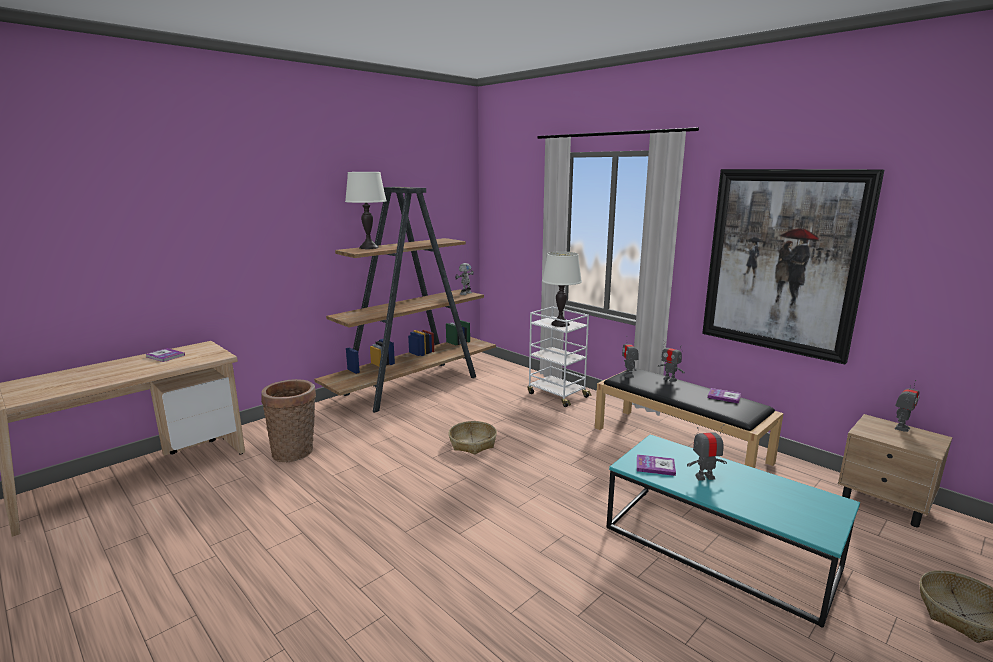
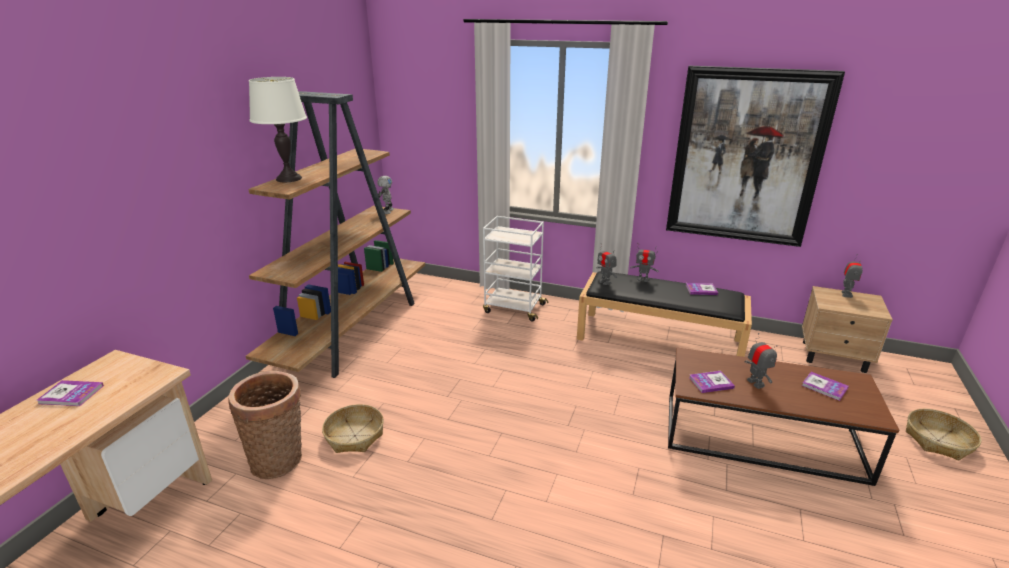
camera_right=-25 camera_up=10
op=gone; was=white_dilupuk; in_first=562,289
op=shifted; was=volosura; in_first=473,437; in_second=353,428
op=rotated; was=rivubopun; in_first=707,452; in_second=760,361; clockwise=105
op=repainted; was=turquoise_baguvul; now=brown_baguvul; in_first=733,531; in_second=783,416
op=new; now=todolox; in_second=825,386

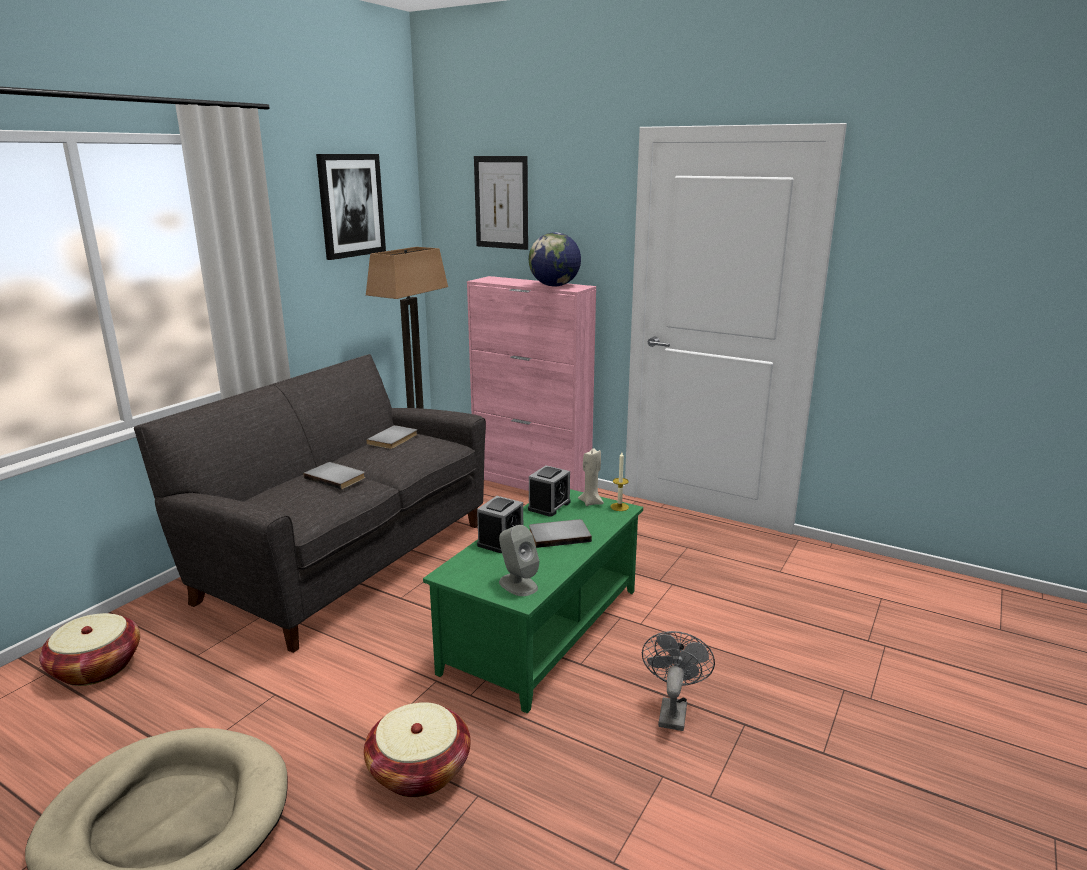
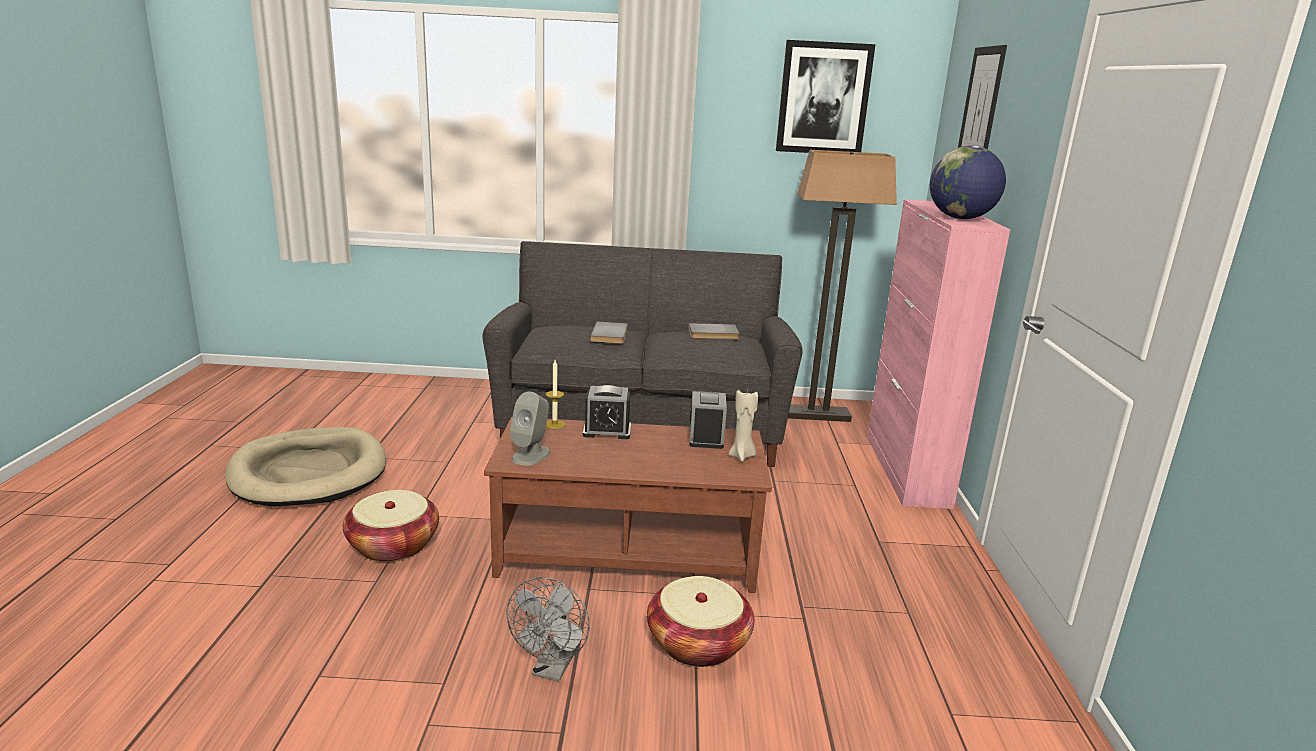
camera_right=60 camera_up=0
op=shifted; was=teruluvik; in_first=619,481; in_second=556,394
op=rotated; was=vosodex; in_first=549,491; in_second=708,420; clockwise=-90
op=repainted; was=green_baguvul; now=brown_baguvul; in_first=533,601; in_second=628,505
op=gone; was=grey_todolox; in_first=560,533
op=shifted; was=volosura; in_first=89,649; in_second=700,621
op=rotated; was=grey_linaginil; in_first=678,681; in_second=548,629; clockwise=120

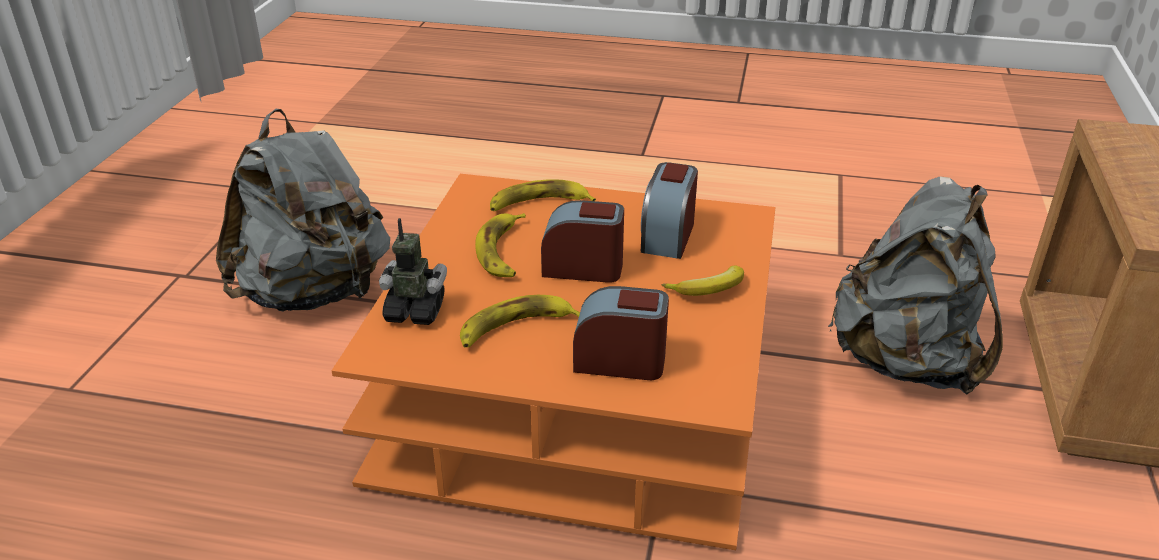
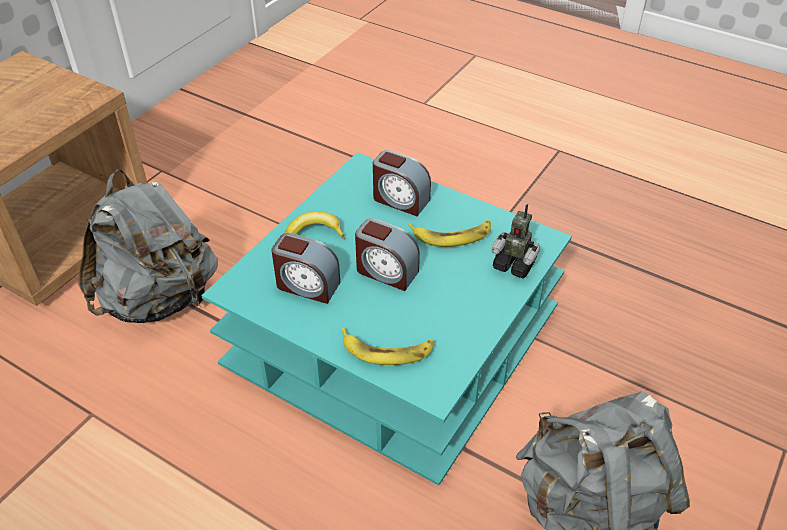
camera_right=-160 camera_up=10
op=rotated; was=vosodex; in_first=669,210; in_second=305,268; clockwise=75
op=repainted; was=orange_baguvul; now=turquoise_baguvul; in_first=554,362; in_second=386,319
op=gone; was=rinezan; in_first=500,245

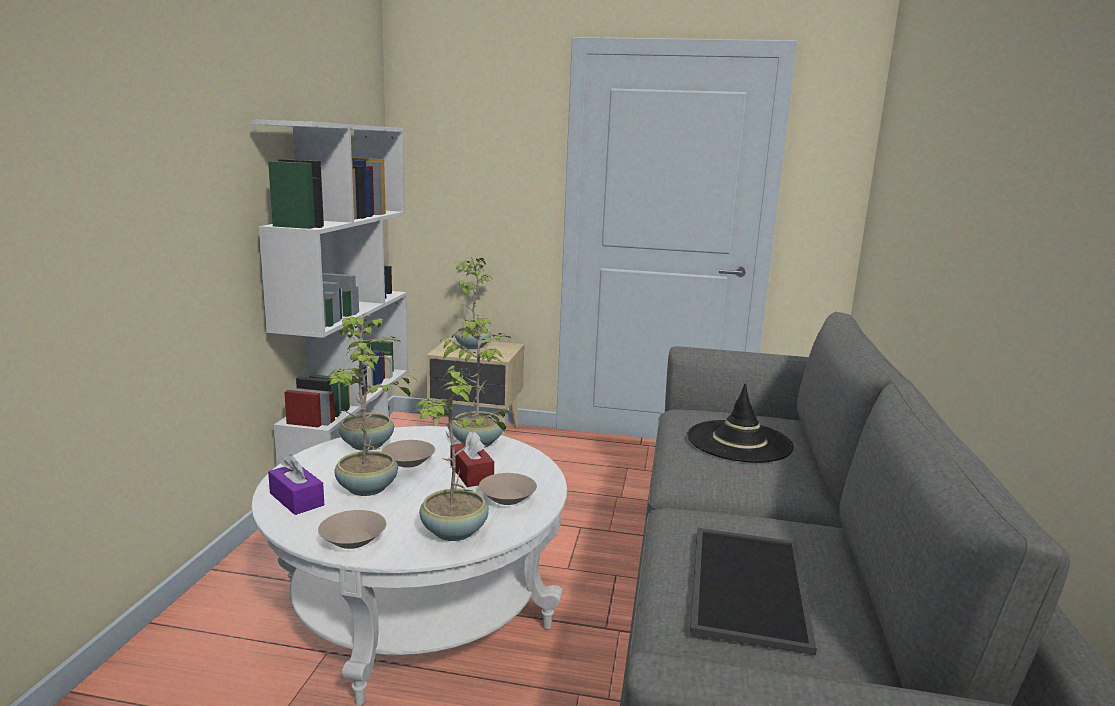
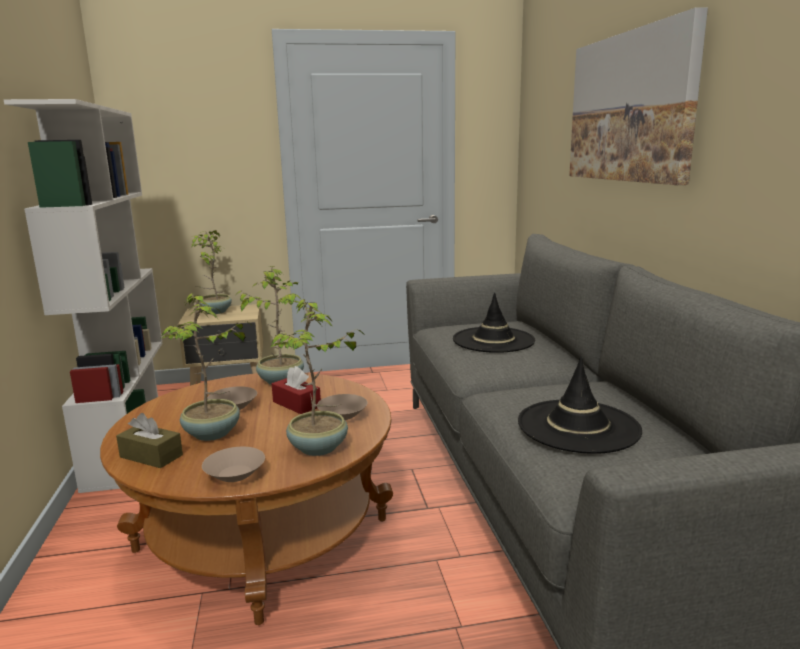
camera_right=-20 camera_up=0
op=gone; was=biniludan; in_first=370,382
op=repainted; was=white_baguvul; now=brown_baguvul; in_first=409,566; in_second=246,499
op=repainted; was=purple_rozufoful; now=brown_rozufoful; in_first=296,484; in_second=149,440
op=swapped; was=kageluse; now=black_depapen; in_first=753,591; in_second=580,405
op=new; now=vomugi; in_second=638,96

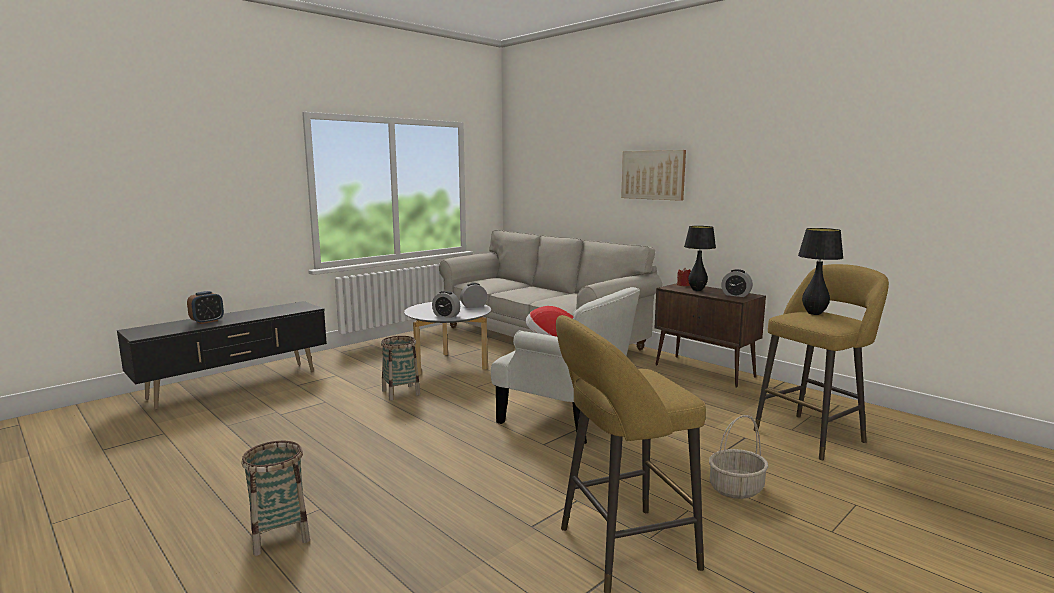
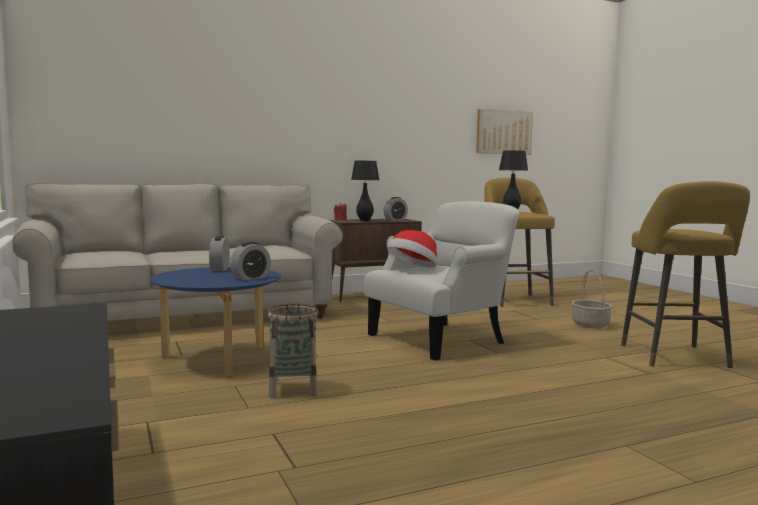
camera_right=-70 camera_up=-5
op=shifted; was=vomugi; in_first=653,175; in_second=504,132
op=gone; was=vosodex; in_first=205,307
op=repainted; was=grey_baguvul; now=blue_baguvul; in_first=447,338; in_second=215,322
op=gone; was=volosura; in_first=275,498

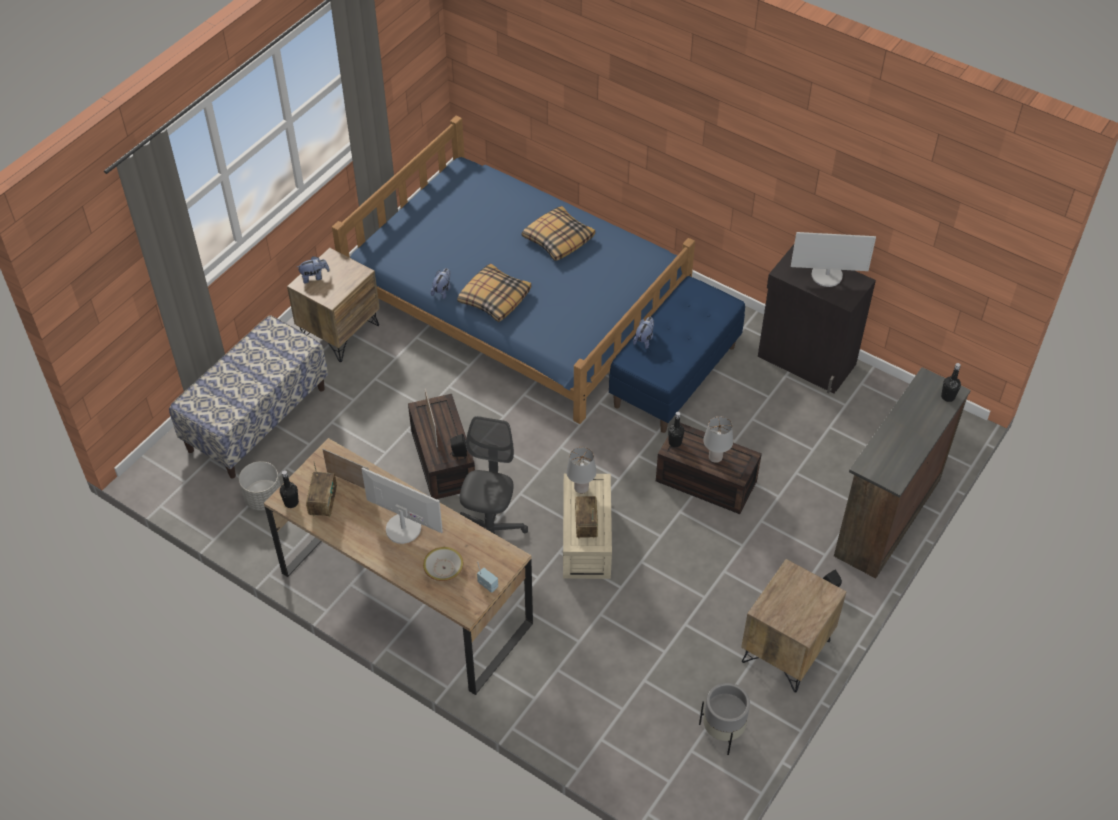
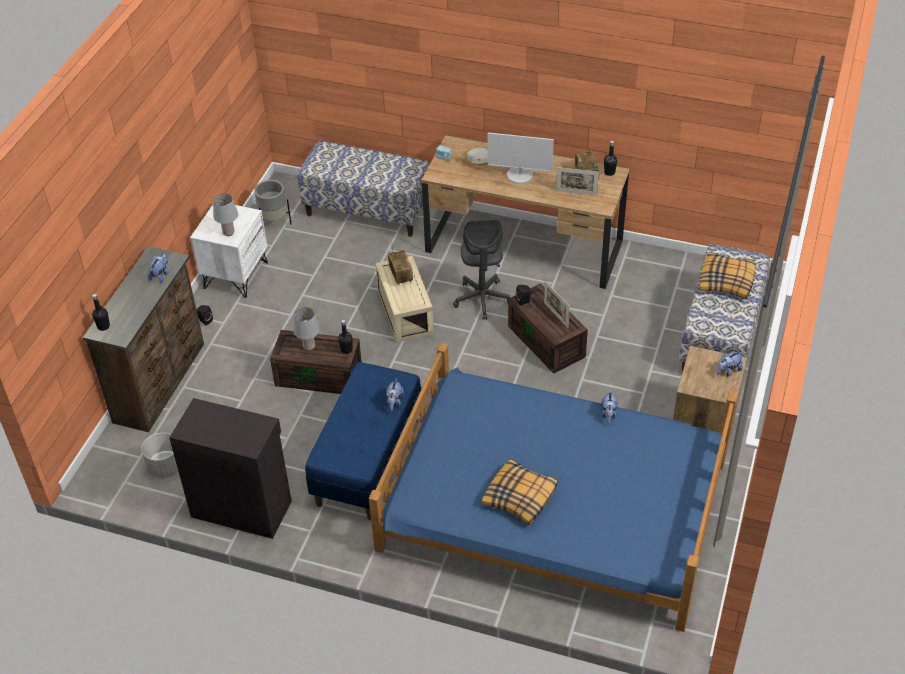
camera_right=165 camera_up=-5
op=gone; was=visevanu; in_first=833,259
op=shifted; was=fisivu; in_first=494,292; in_second=727,275
op=shifted; was=grey_dilupuk; in_first=581,470; in_second=225,214
op=shifted; was=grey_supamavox; in_first=260,486; in_second=160,455
op=repainted; was=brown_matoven; now=white_matoven; in_first=794,626; in_second=229,251
op=new; now=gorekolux; in_second=363,189
op=new; now=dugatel; in_second=158,268

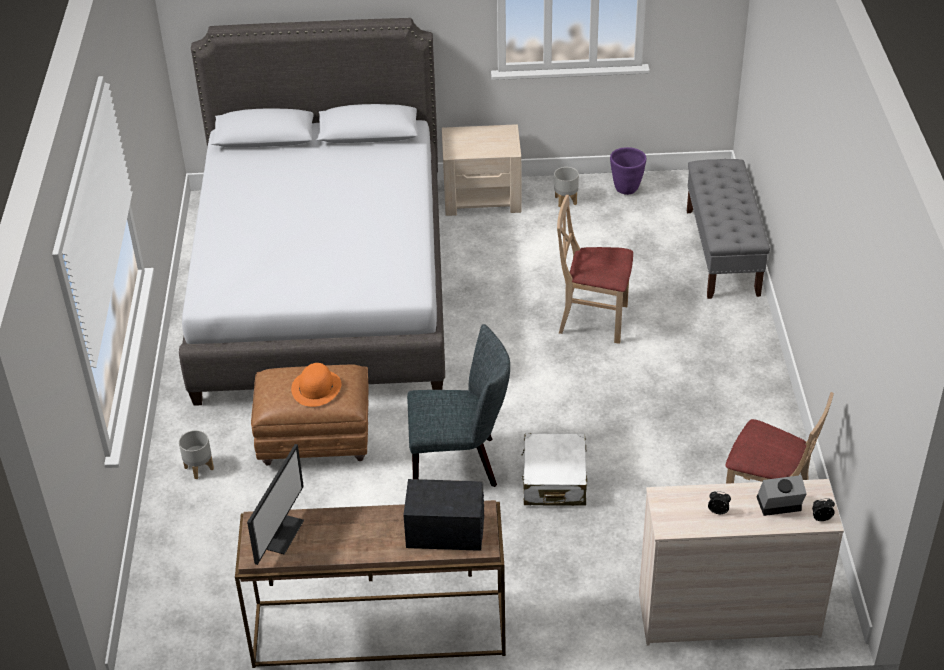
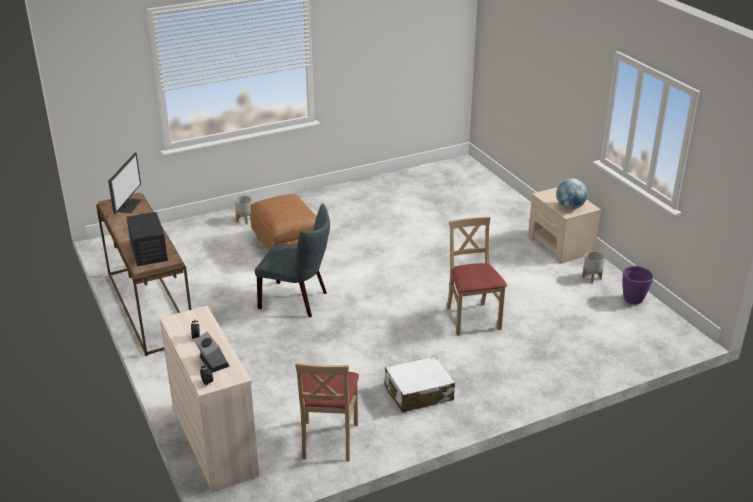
camera_right=65 camera_up=-10
op=gone; was=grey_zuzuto; in_first=312,212
op=gone; was=grey_gorekolux; in_first=728,229
op=rotated; was=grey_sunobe; in_first=458,405; in_second=292,260; clockwise=-45
op=gone; was=orange_depapen; in_first=316,385
op=shifted; was=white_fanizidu; in_first=554,469; in_second=419,384
op=rotated; was=visevanu; in_first=275,504; in_second=125,183; clockwise=-75
op=new; now=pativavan; in_second=572,193

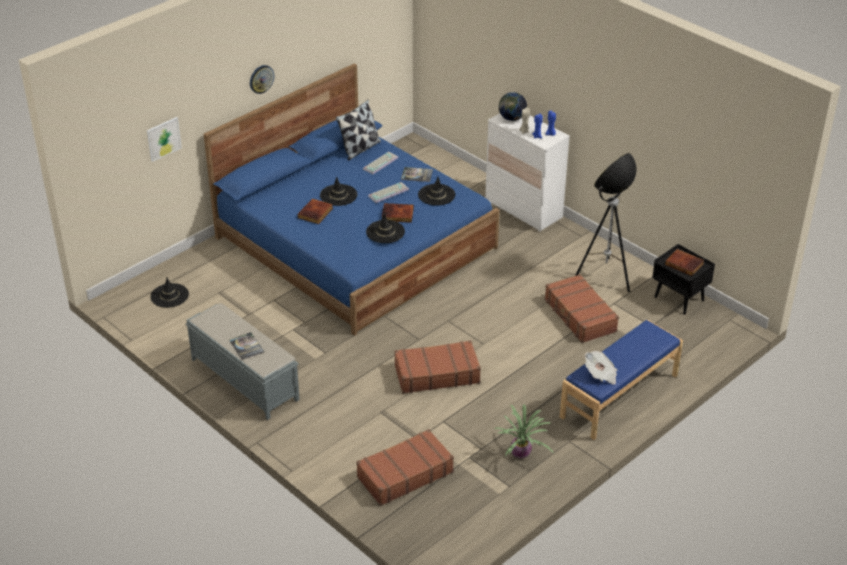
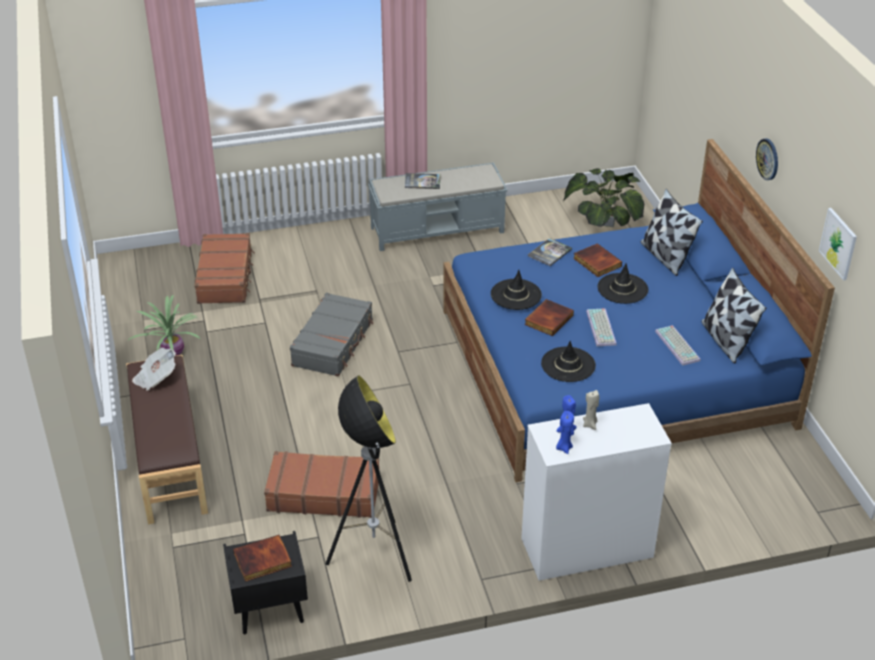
camera_right=120 camera_up=0
op=gone; was=pativavan; in_first=513,106
op=shifted; was=vomugi; in_first=164,139; in_second=838,244
op=shifted; was=todolox; in_first=417,174; in_second=550,252
op=swapped; was=black_depapen; now=biniludan; in_first=169,293; in_second=603,198
op=repainted; was=blue_gorekolux; now=brown_gorekolux; in_first=621,380; in_second=167,439
op=repainted; was=brown_fanizidu; now=grey_fanizidu; in_first=438,367; in_second=331,335
op=new; now=fisivu; in_second=672,232

